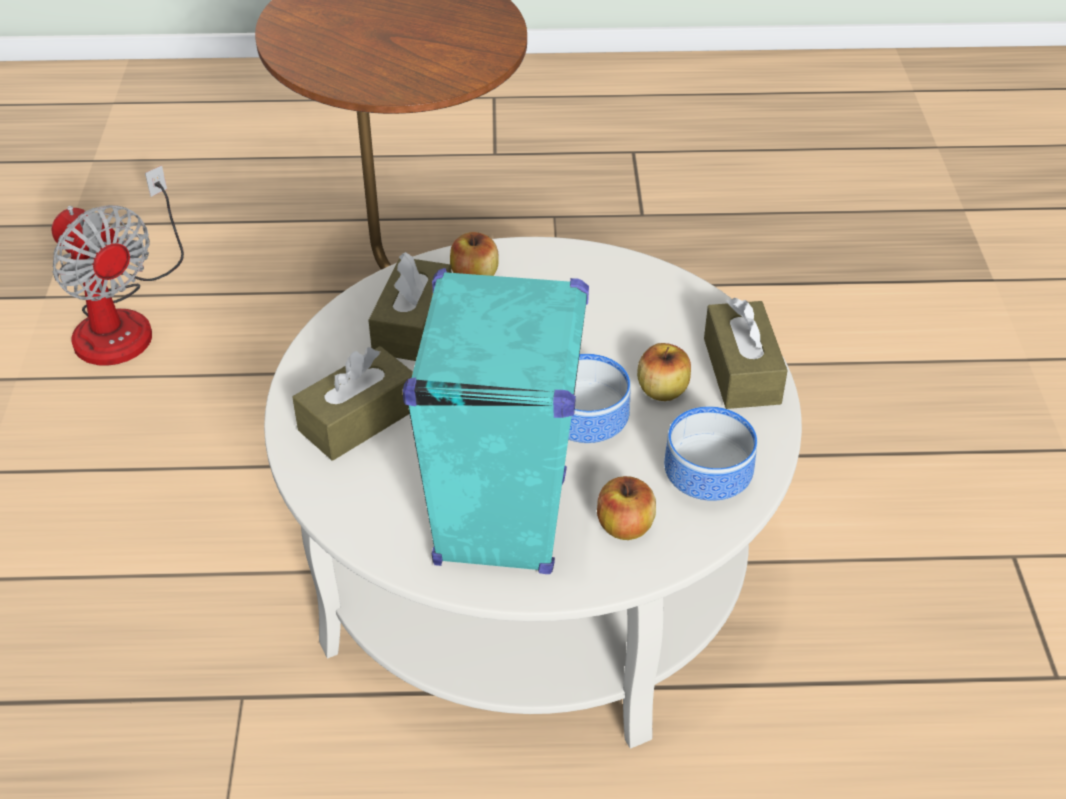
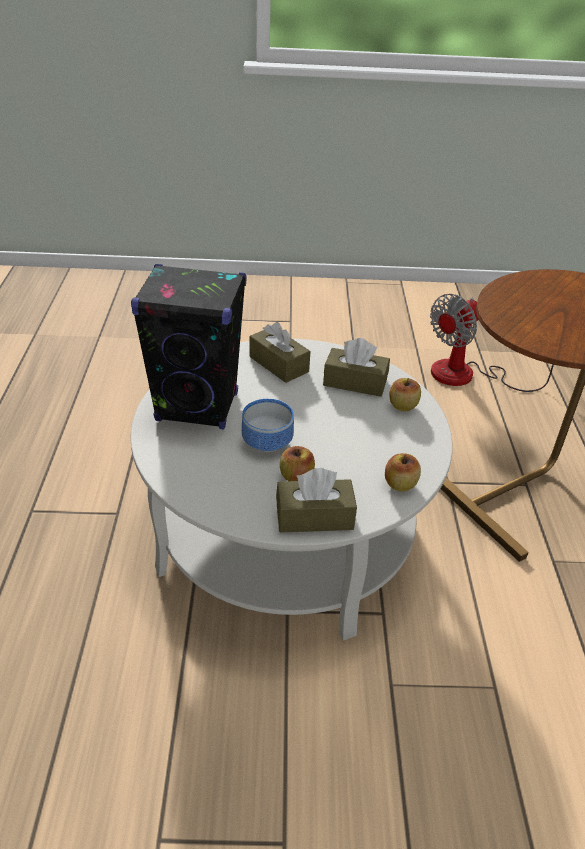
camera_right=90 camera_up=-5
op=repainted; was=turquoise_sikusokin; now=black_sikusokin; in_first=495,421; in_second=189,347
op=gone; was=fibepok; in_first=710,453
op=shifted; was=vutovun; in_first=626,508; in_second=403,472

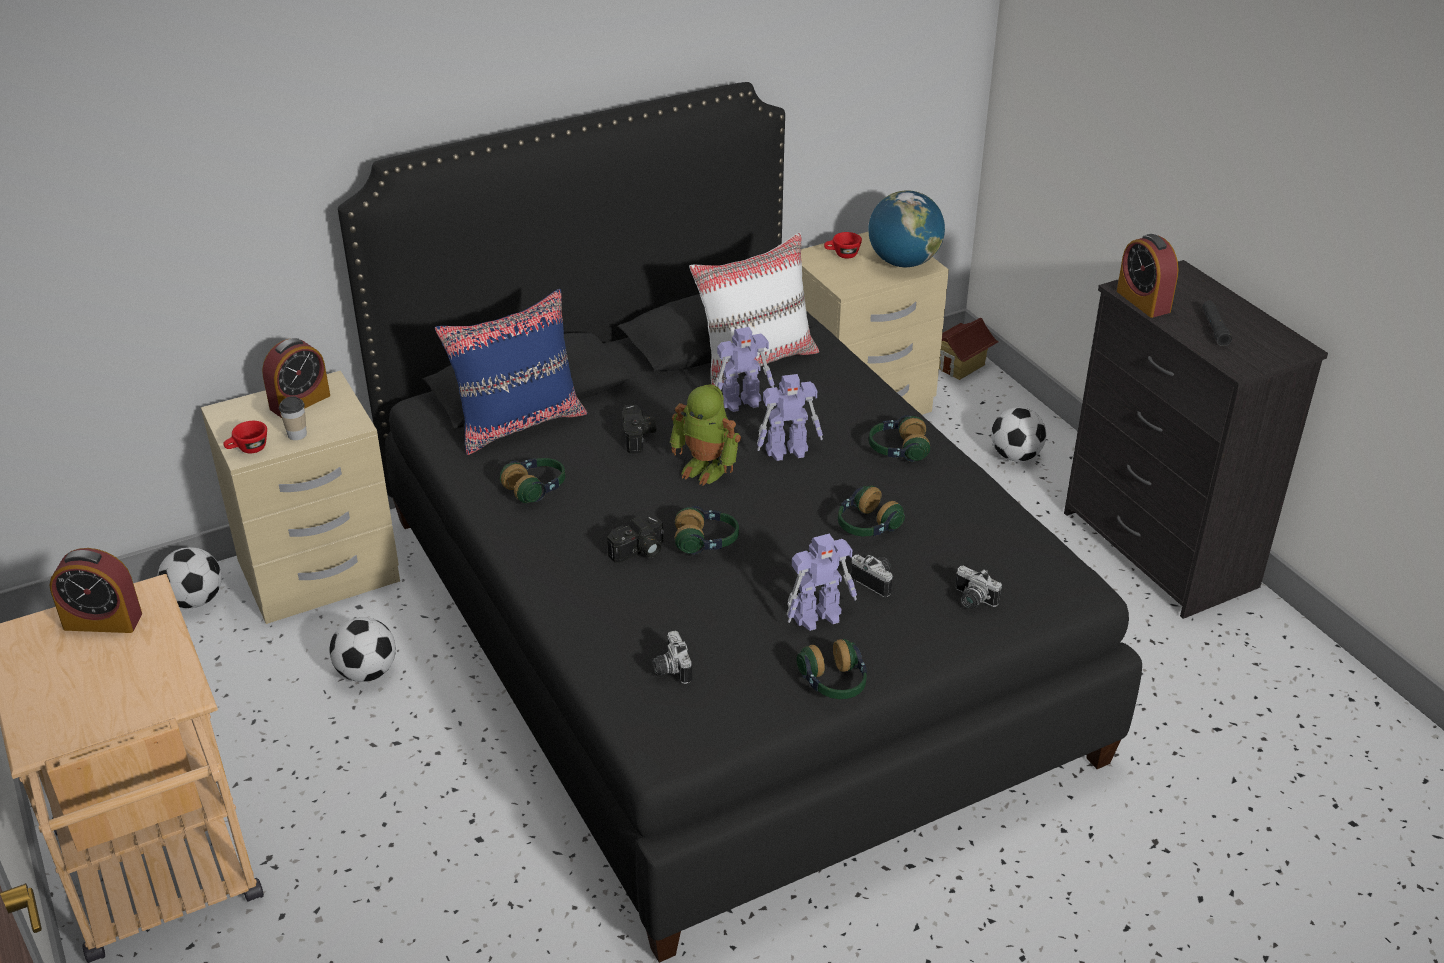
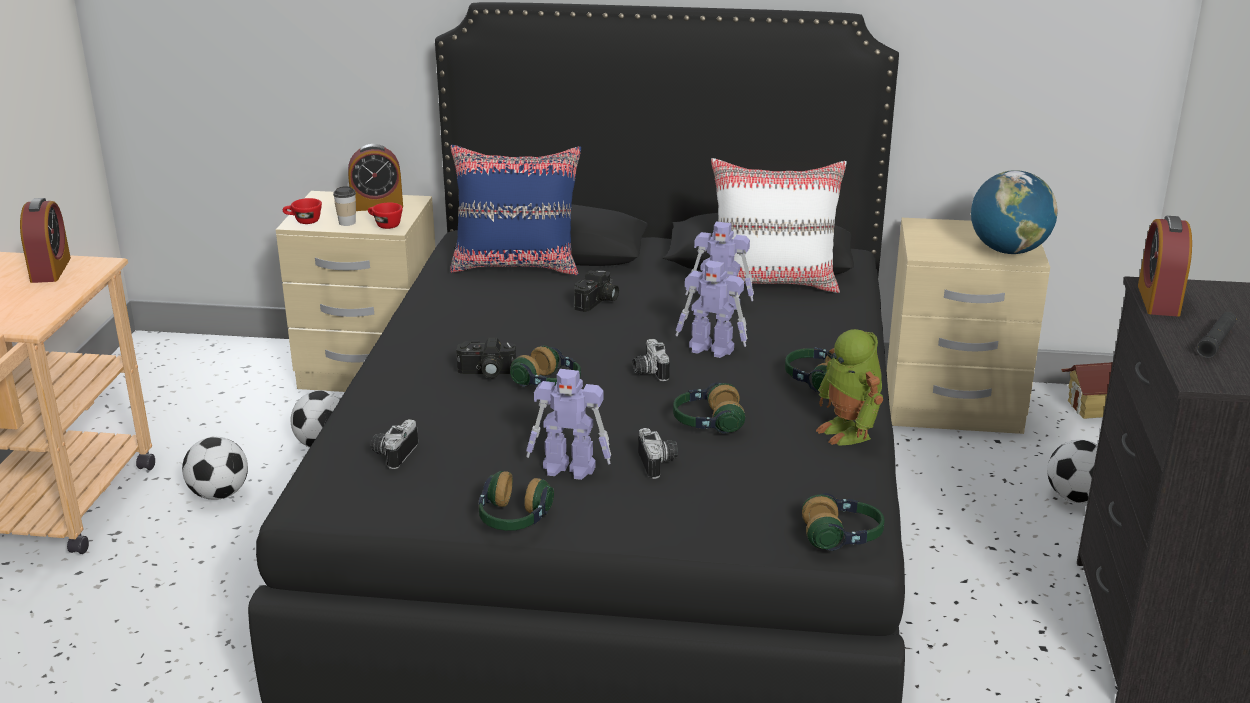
camera_right=35 camera_up=-10
op=shifted; was=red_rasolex; in_first=843,245; in_second=385,216
op=shifted; was=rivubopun; in_first=705,435; in_second=849,387
op=shifted; was=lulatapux; in_first=532,480; in_second=843,522
op=shifted; was=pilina; in_first=189,577; in_second=215,468
op=rotated; was=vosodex; in_first=96,590; in_second=45,240; clockwise=-135
op=shifted; was=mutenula; in_first=978,587; in_second=651,360

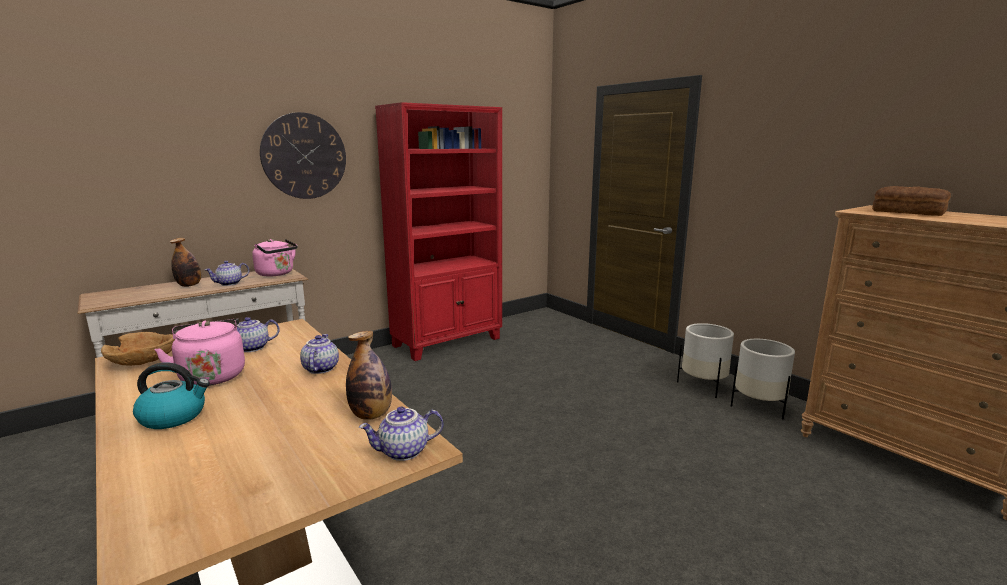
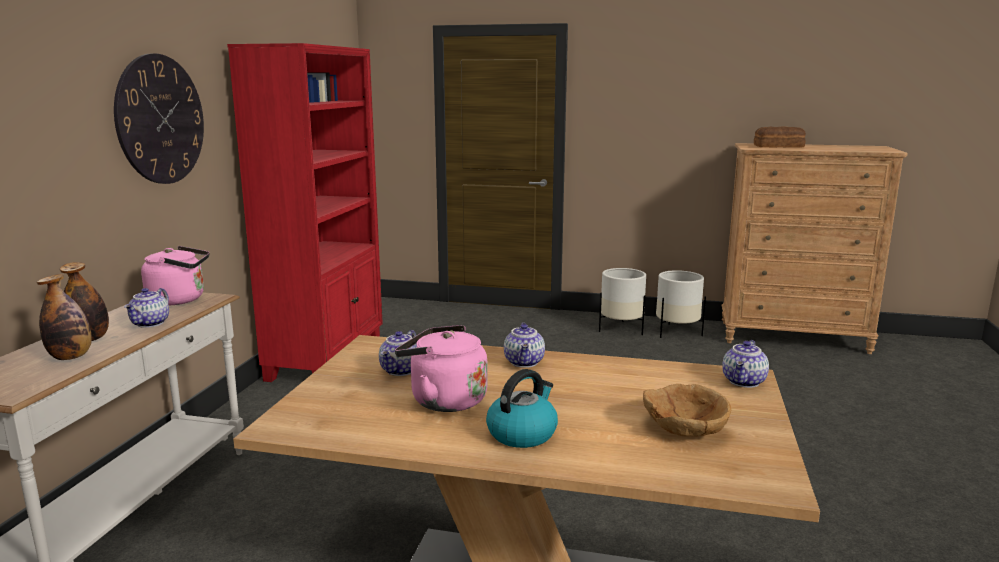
camera_right=-40 camera_up=0
op=shifted; was=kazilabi; in_first=369,375; in_second=64,317
op=shifted; was=brown_fibepok; in_first=138,349; in_second=687,410
op=rotated; was=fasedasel; in_first=319,354; in_second=524,345; clockwise=-135

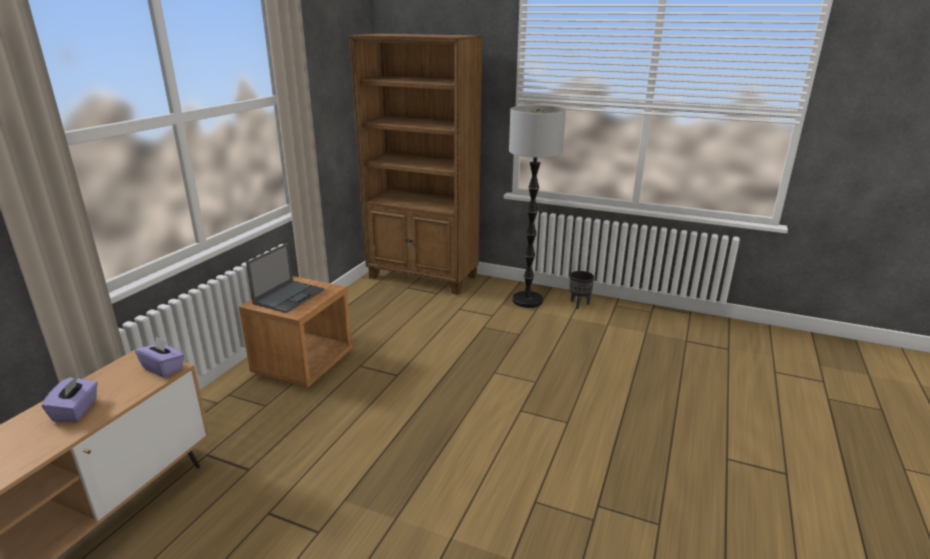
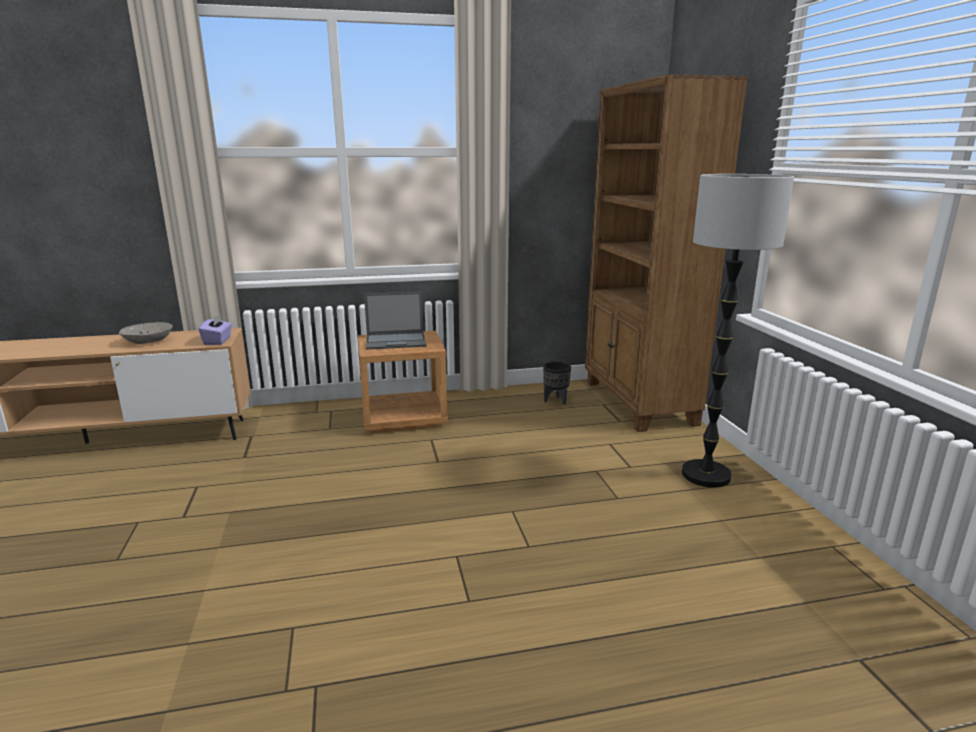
camera_right=55 camera_up=-5
op=shifted; was=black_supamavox; in_first=582,290; in_second=557,383
op=swapped; was=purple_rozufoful; now=grey_fibepok; in_first=70,398; in_second=146,333

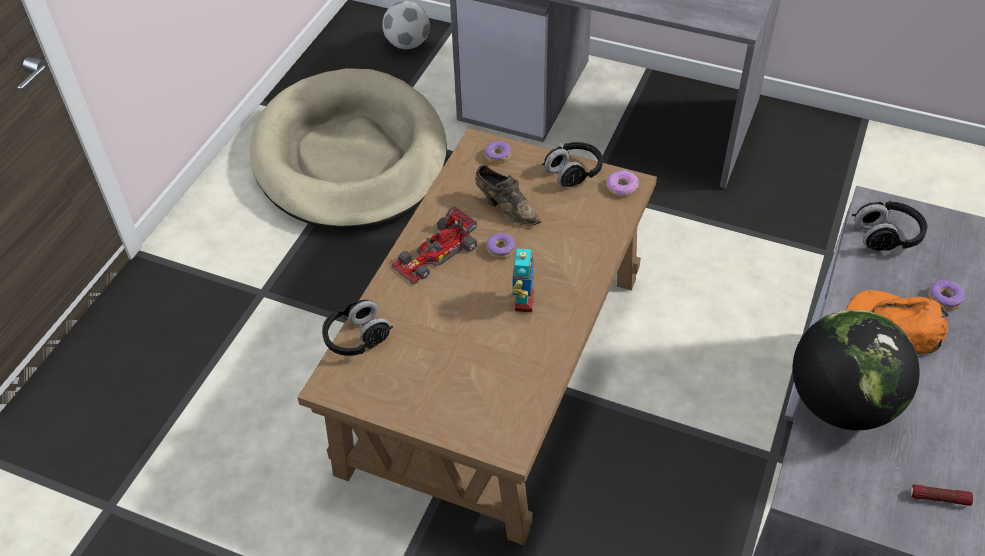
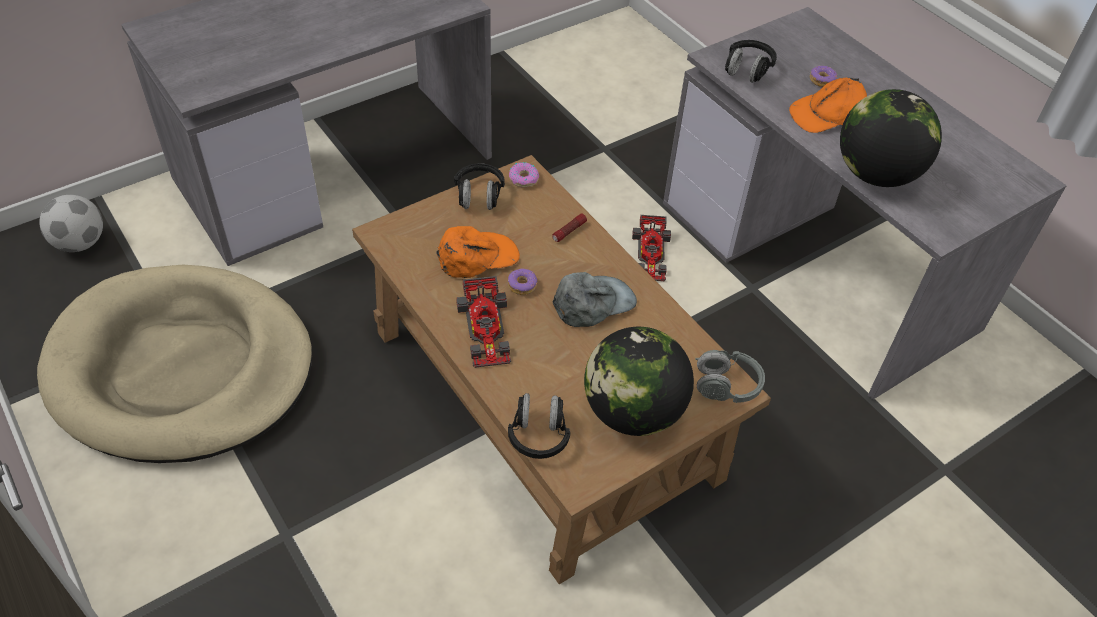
camera_right=-60 camera_up=0
op=gone; was=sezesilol; in_first=498,152
op=swapped; was=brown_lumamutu; now=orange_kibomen; in_first=508,195; in_second=478,252
op=swapped; was=rivubopun; now=grey_kibomen; in_first=523,279; in_second=595,299
op=shifted; was=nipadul; in_first=941,495; in_second=569,227
op=new; now=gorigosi; in_second=651,248
op=new; now=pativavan; in_second=639,381
op=new; now=grey_lulatapux; in_second=730,376

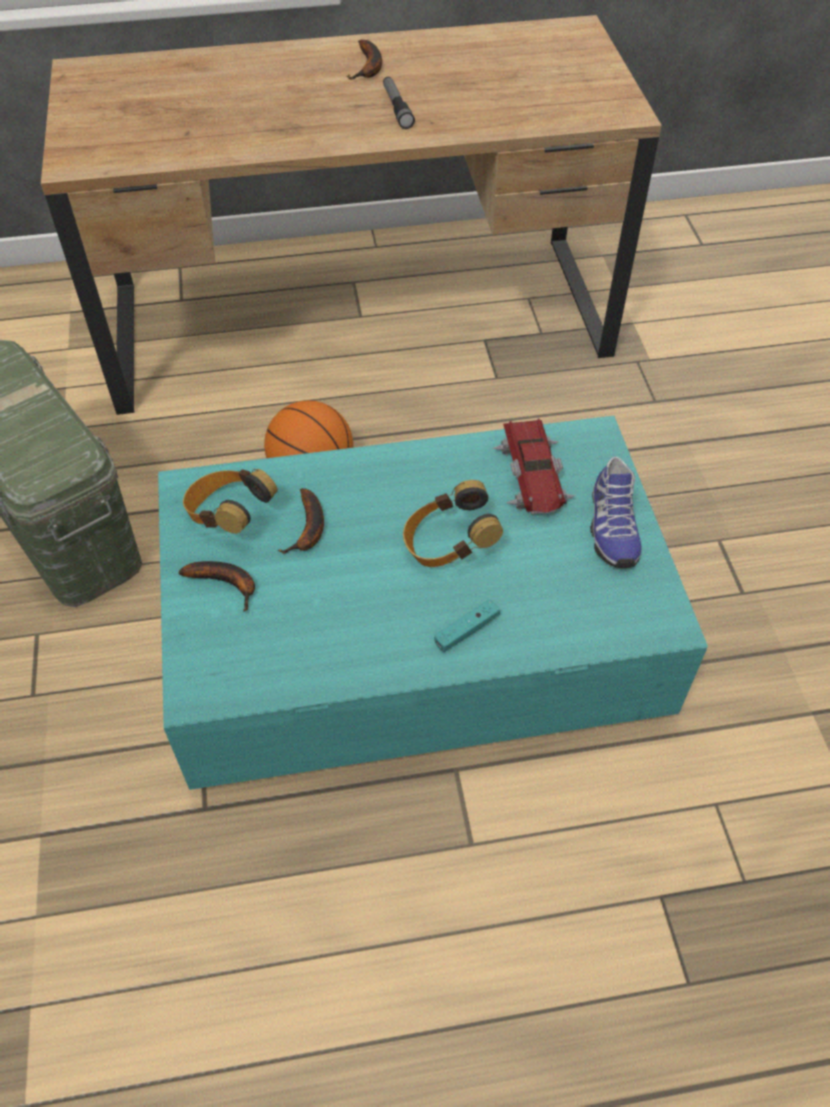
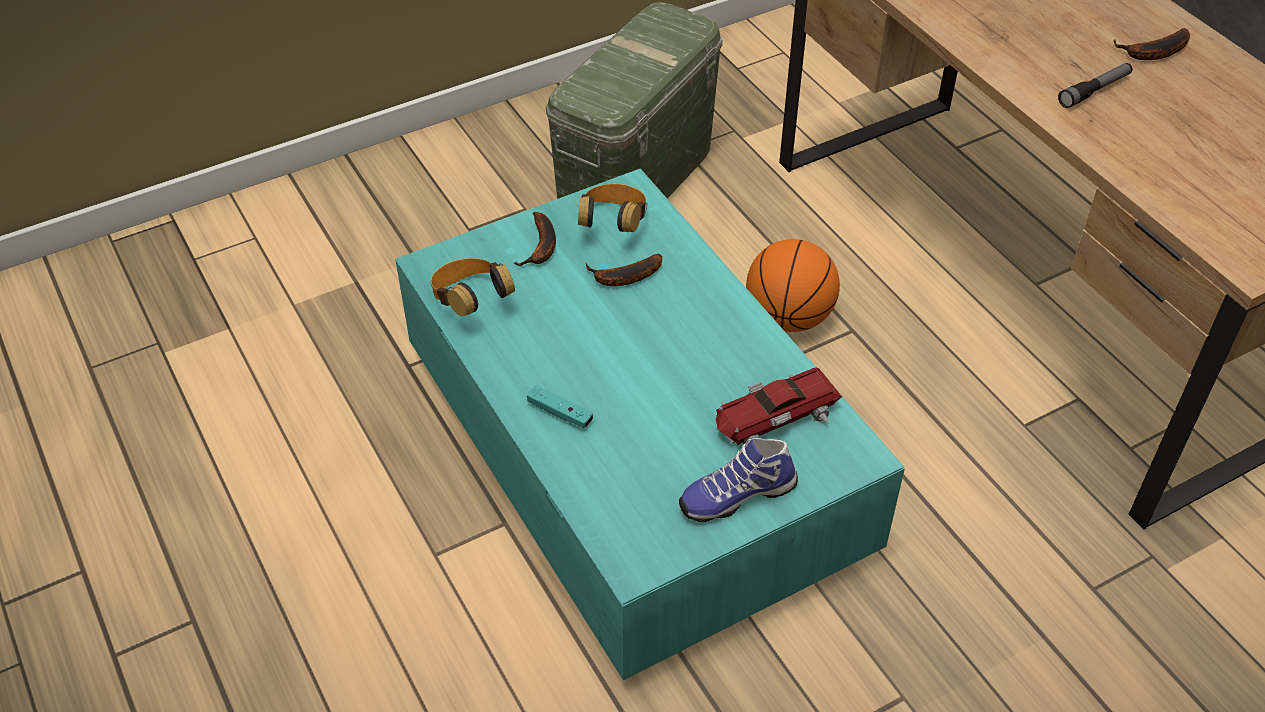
camera_right=70 camera_up=-5
op=shifted; was=lulatapux; in_first=453,523; in_second=473,287

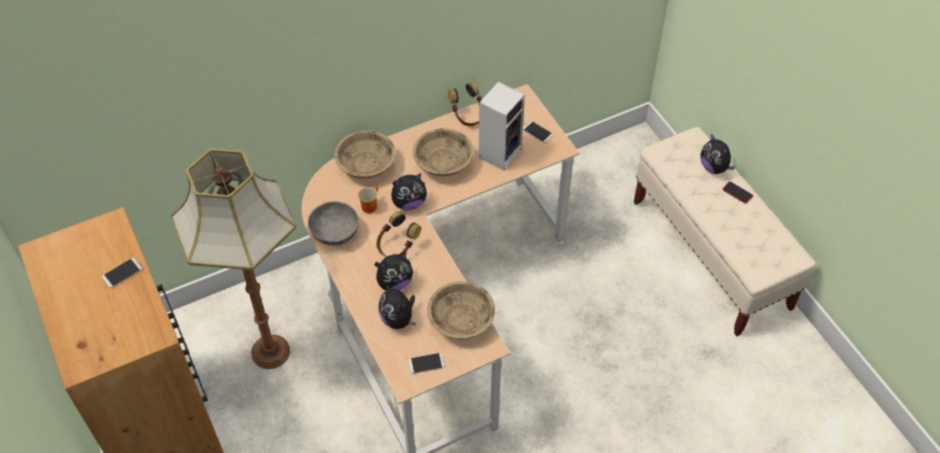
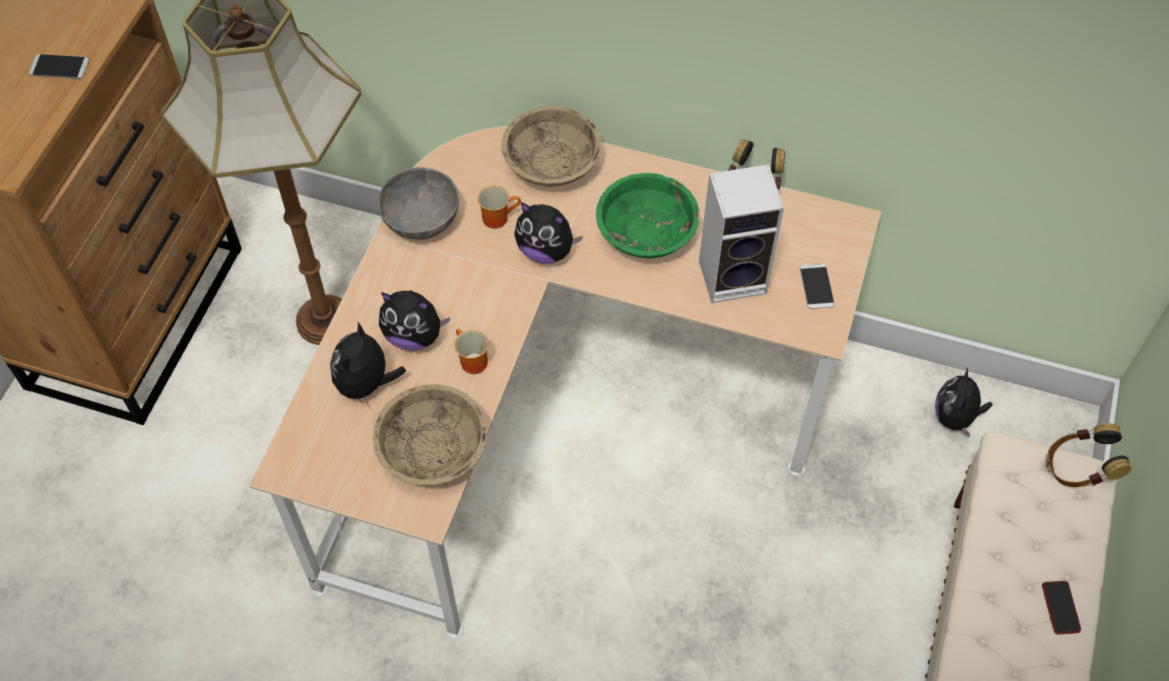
camera_right=45 camera_up=5
op=repainted; was=beige_fibepok; now=green_fibepok; in_first=443,152; in_second=648,216
op=shifted; was=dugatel; in_first=717,154; in_second=964,402
op=shifted; was=lulatapux; in_first=398,234; in_second=1089,455
op=gone; was=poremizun; in_first=426,363
op=new; now=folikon; in_second=471,351

